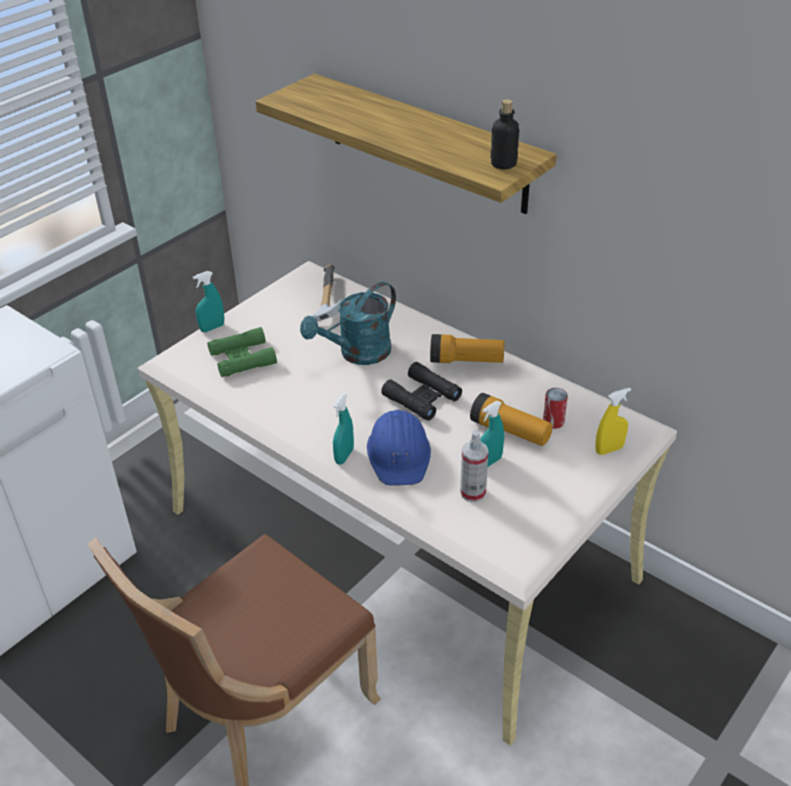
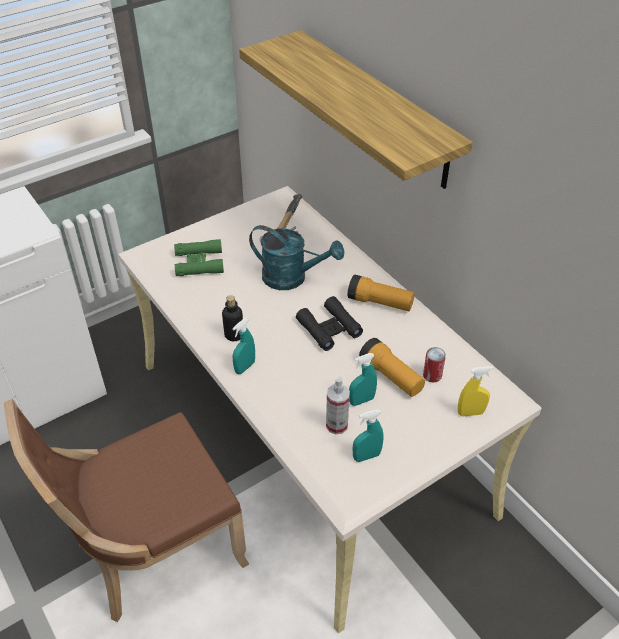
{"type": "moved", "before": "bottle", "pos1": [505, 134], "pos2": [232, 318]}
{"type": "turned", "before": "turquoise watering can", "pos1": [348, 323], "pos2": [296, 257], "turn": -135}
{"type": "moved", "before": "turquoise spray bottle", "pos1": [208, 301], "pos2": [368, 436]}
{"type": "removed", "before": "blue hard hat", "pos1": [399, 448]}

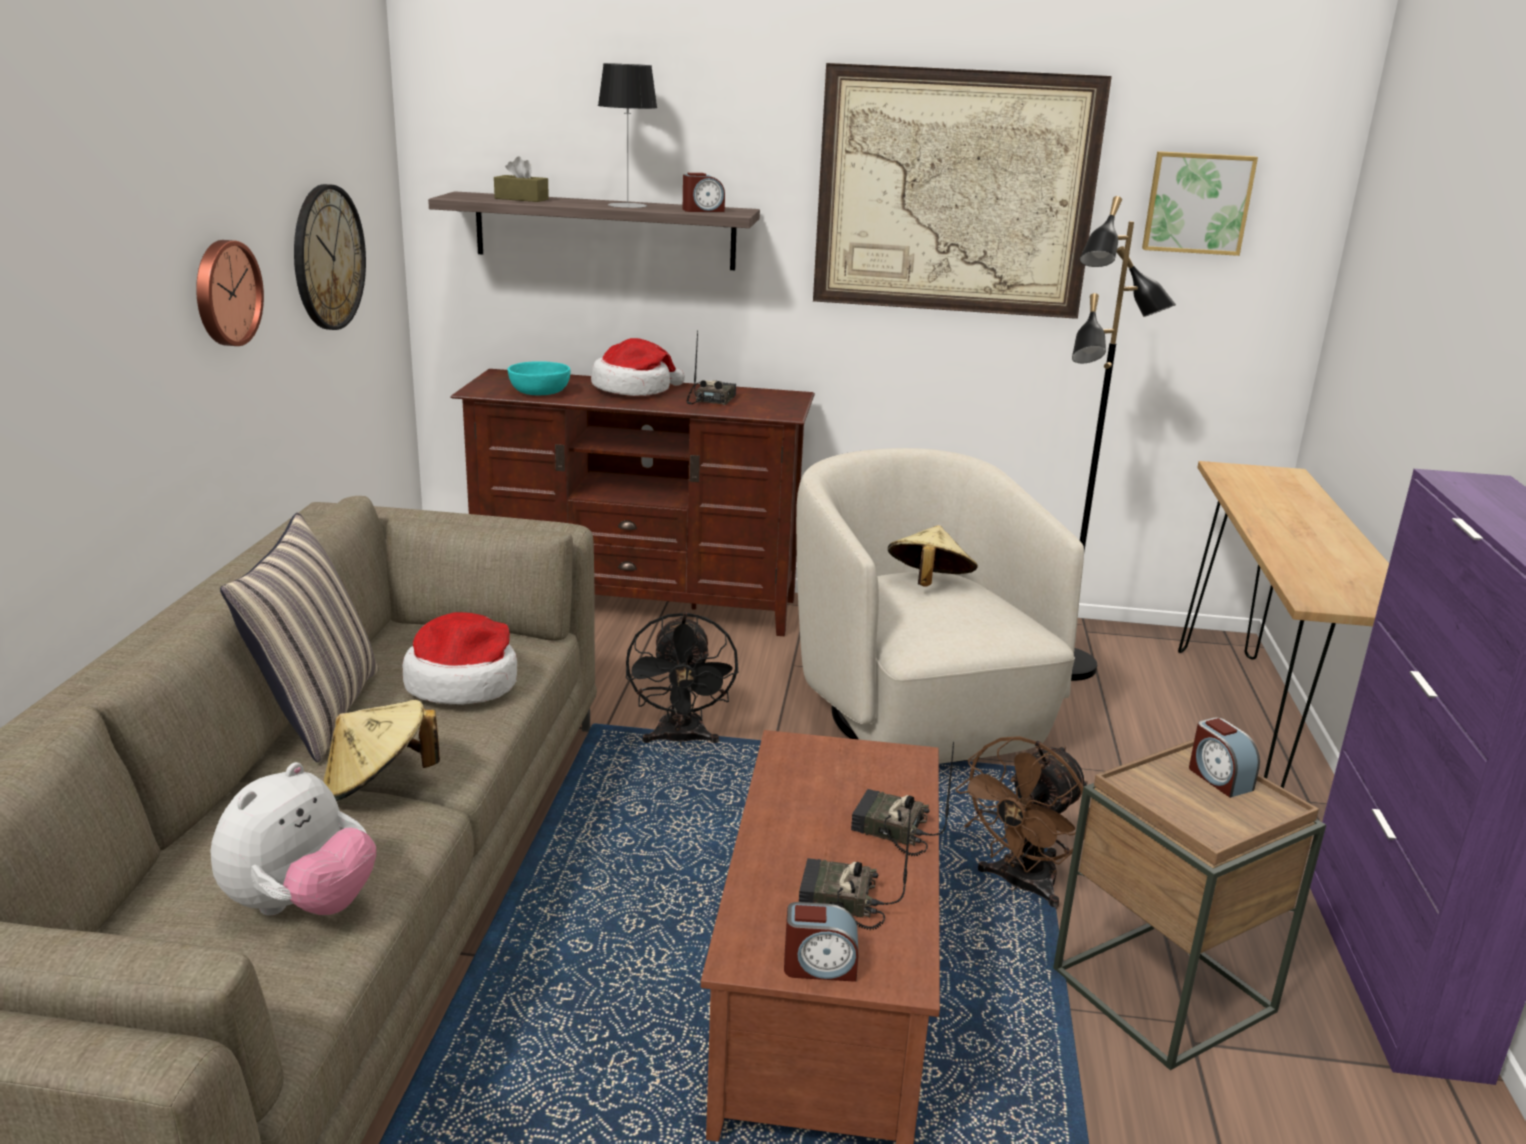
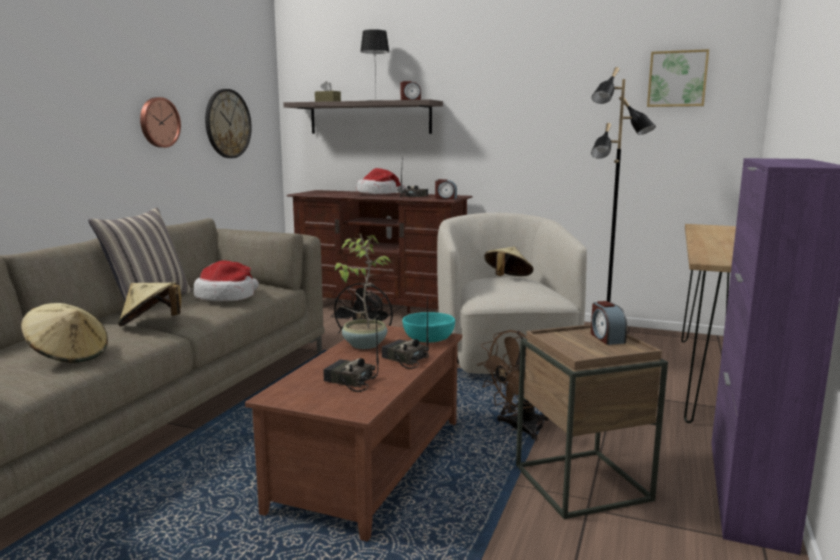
{"type": "replaced", "before": "plush toy", "after": "beige hat", "pos1": [293, 839], "pos2": [64, 333]}
{"type": "added", "after": "potted plant", "pos2": [363, 291]}
{"type": "moved", "before": "turquoise bowl", "pos1": [539, 378], "pos2": [428, 327]}
{"type": "moved", "before": "alarm clock", "pos1": [821, 942], "pos2": [446, 189]}
{"type": "removed", "before": "picture", "pos1": [962, 191]}

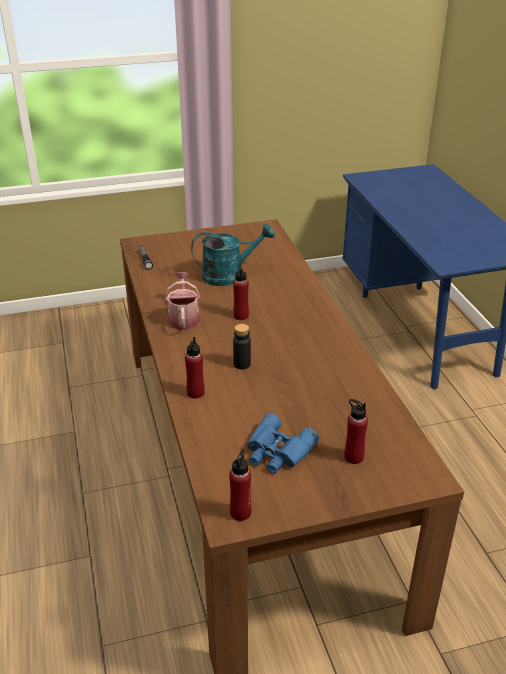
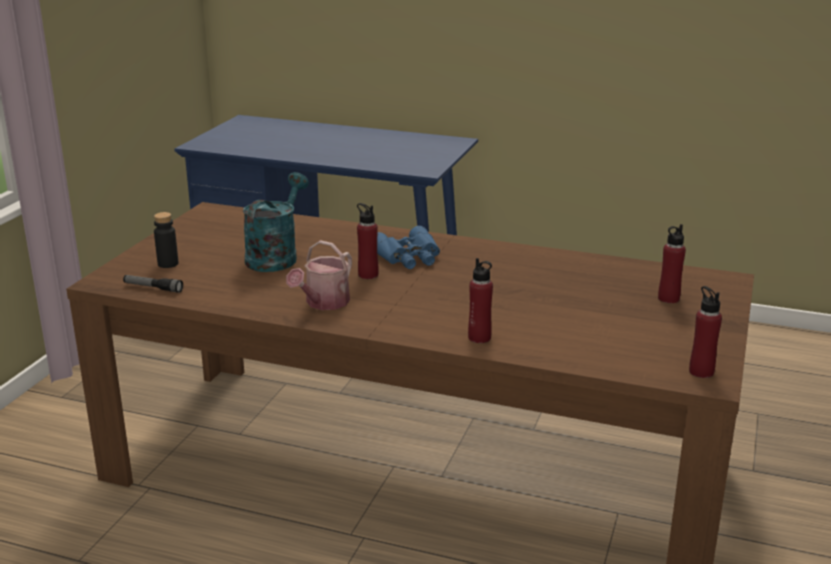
{"type": "moved", "before": "black bottle", "pos1": [242, 346], "pos2": [166, 240]}
{"type": "turned", "before": "watering can", "pos1": [182, 301], "pos2": [319, 275], "turn": -90}
{"type": "moved", "before": "blue binoculars", "pos1": [283, 443], "pos2": [408, 247]}

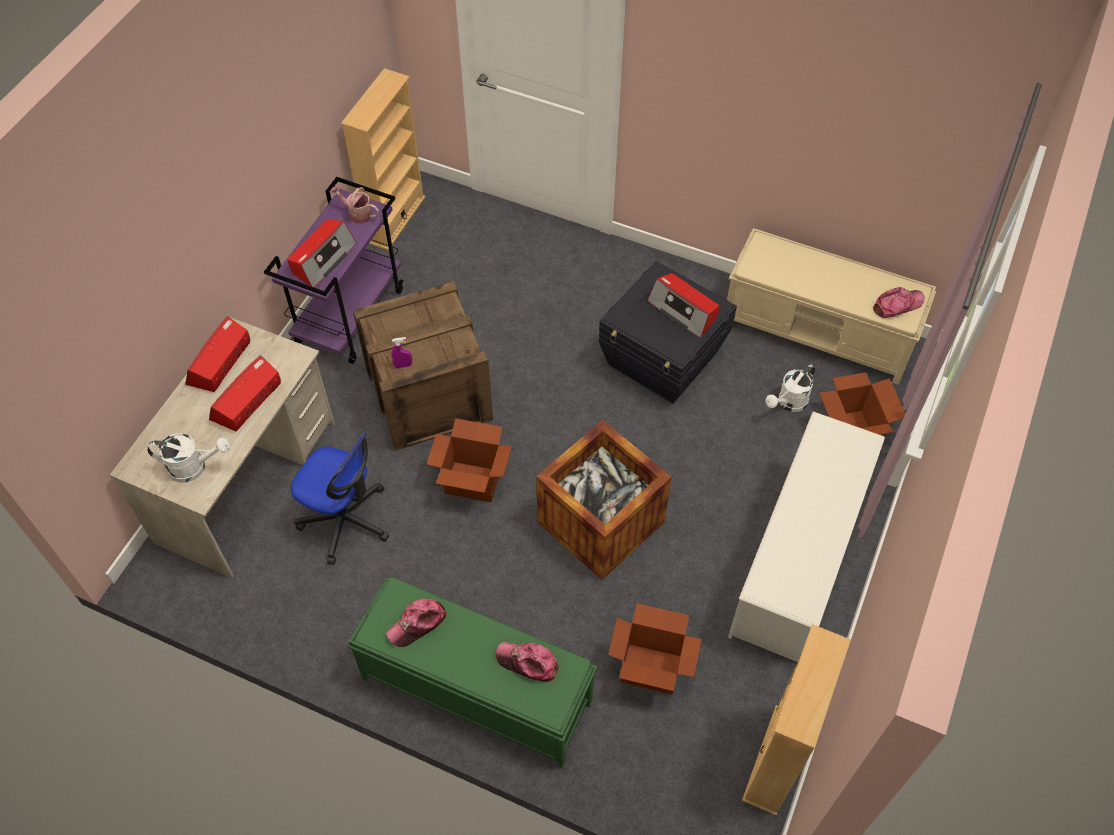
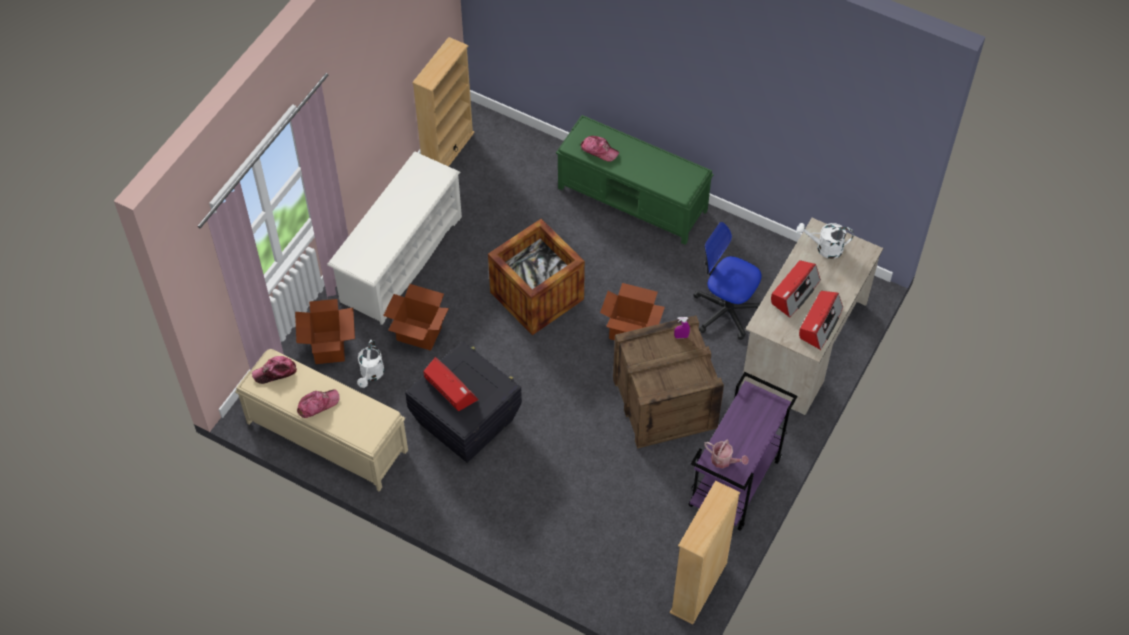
{"type": "moved", "before": "cap", "pos1": [416, 622], "pos2": [318, 403]}
{"type": "turned", "before": "white watering can", "pos1": [790, 388], "pos2": [371, 364], "turn": 135}
{"type": "moved", "before": "cardboard box", "pos1": [655, 648], "pos2": [416, 317]}
{"type": "removed", "before": "radio", "pos1": [322, 253]}

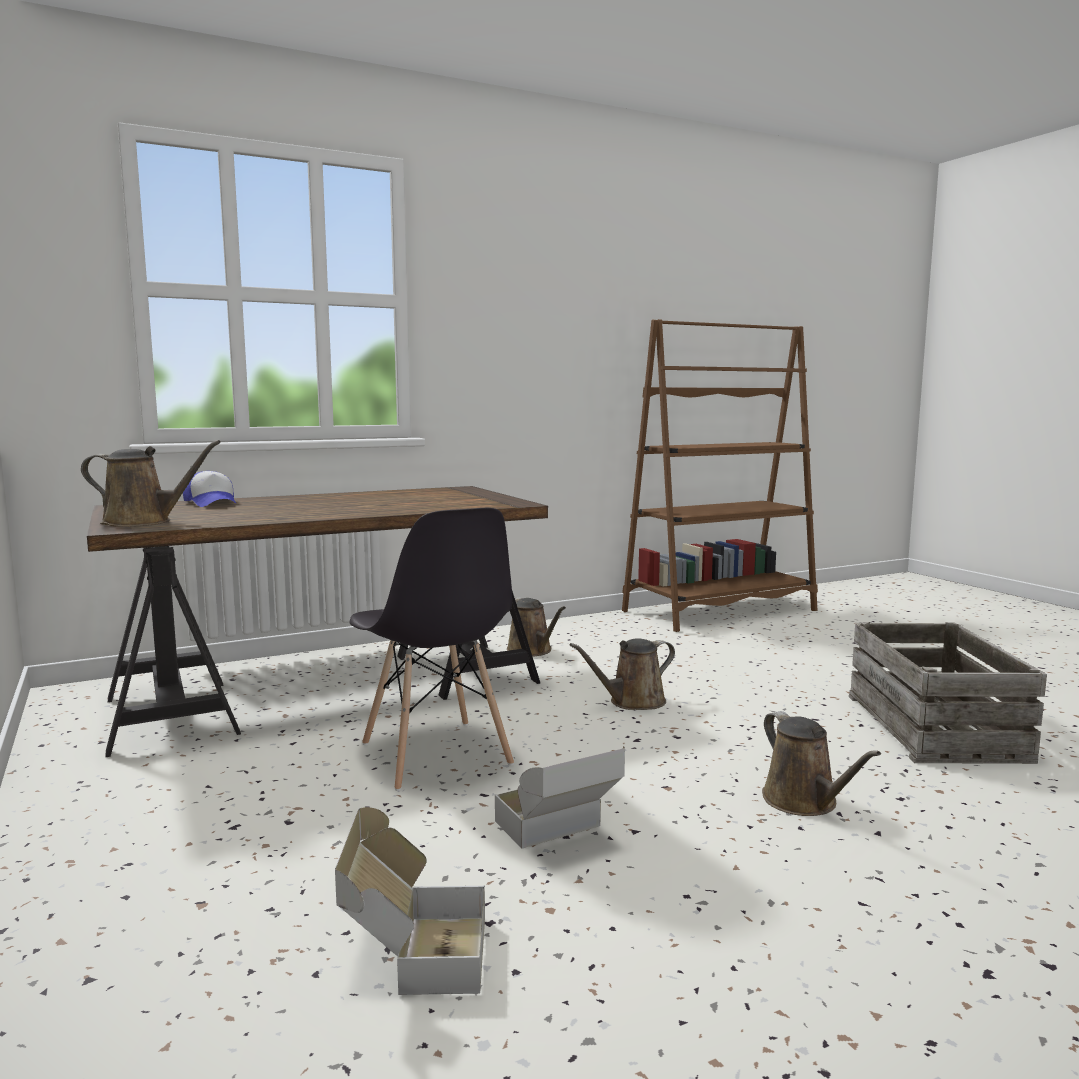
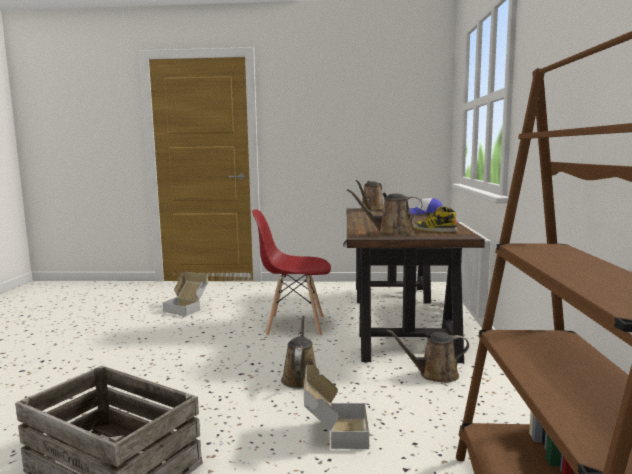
{"type": "recoloured", "before": "grey chair", "after": "red chair", "pos1": [431, 649], "pos2": [291, 272]}
{"type": "moved", "before": "cardboard box", "pos1": [560, 797], "pos2": [336, 407]}
{"type": "moved", "before": "brown watering can", "pos1": [821, 763], "pos2": [385, 212]}
{"type": "added", "after": "boot", "pos2": [435, 219]}

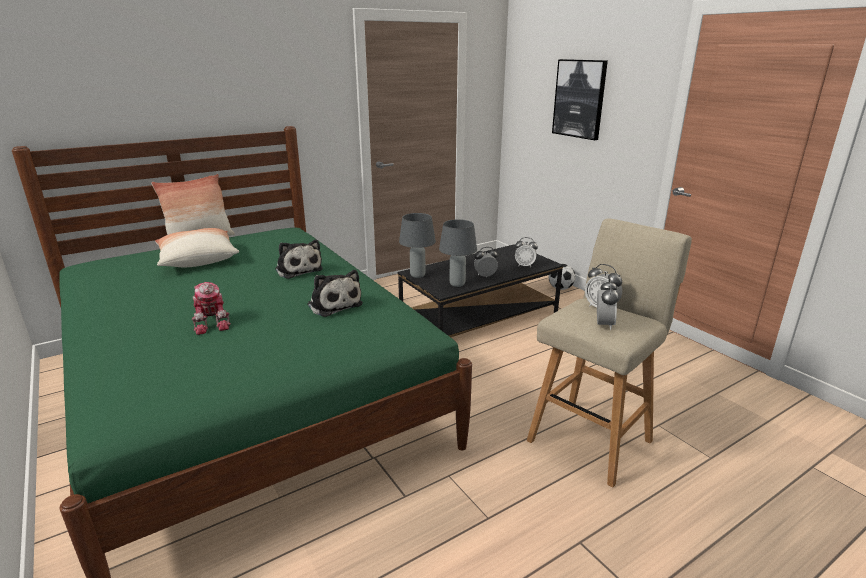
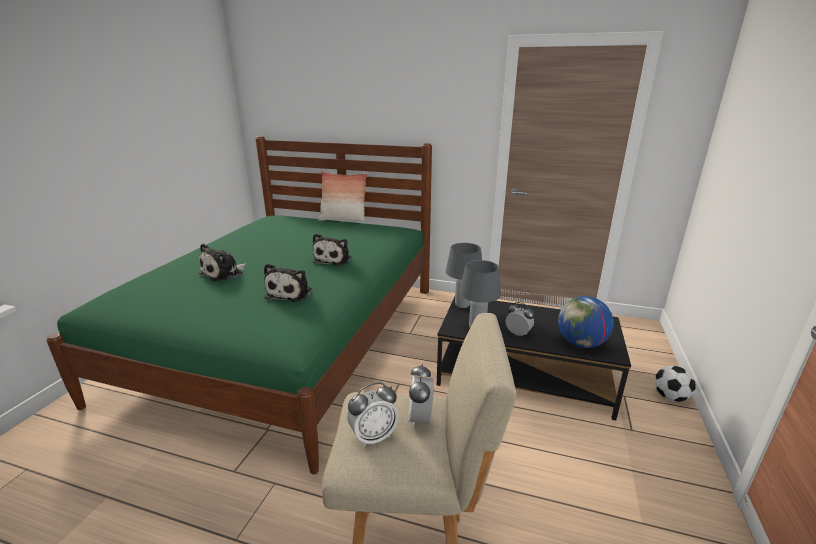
{"type": "replaced", "before": "toy robot", "after": "plush toy", "pos1": [211, 308], "pos2": [223, 262]}
{"type": "replaced", "before": "alarm clock", "after": "globe", "pos1": [526, 252], "pos2": [585, 322]}
{"type": "removed", "before": "pillow", "pos1": [197, 247]}
{"type": "removed", "before": "picture", "pos1": [580, 99]}

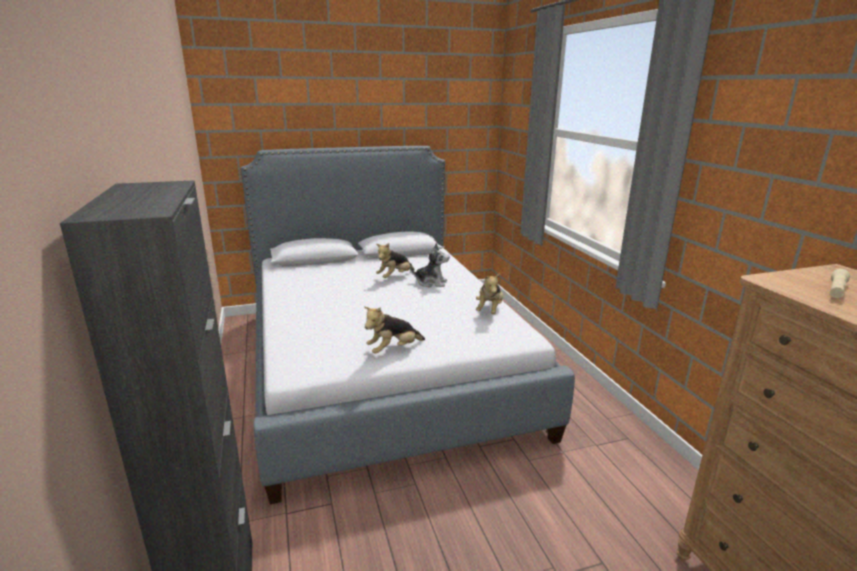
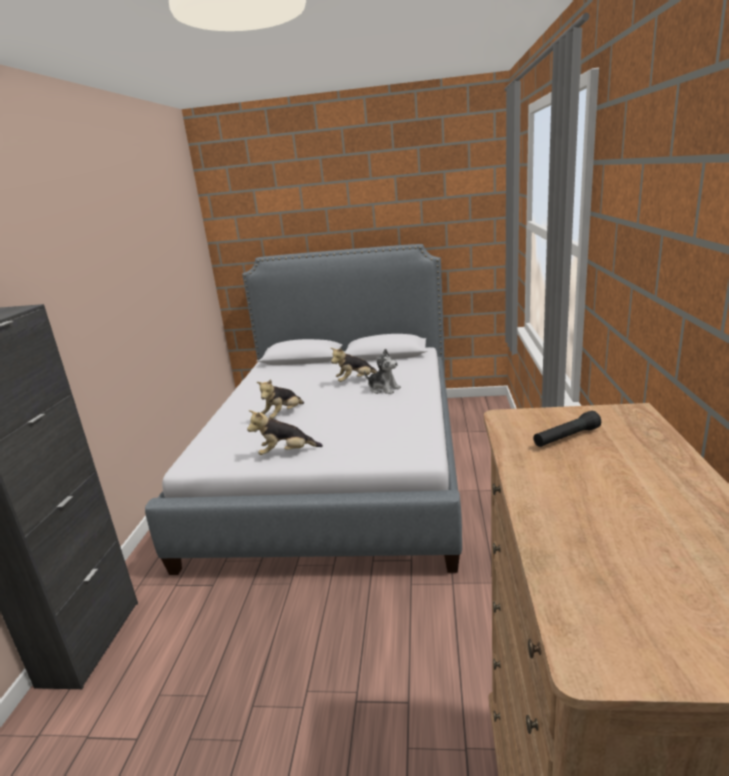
{"type": "moved", "before": "plush toy", "pos1": [489, 293], "pos2": [280, 399]}
{"type": "recoloured", "before": "beige flashlight", "after": "black flashlight", "pos1": [840, 283], "pos2": [567, 429]}

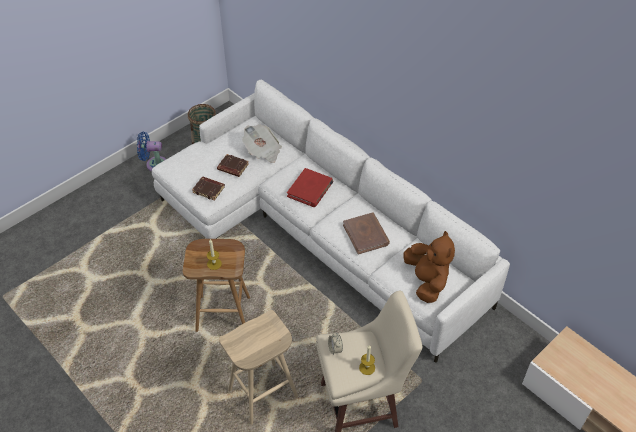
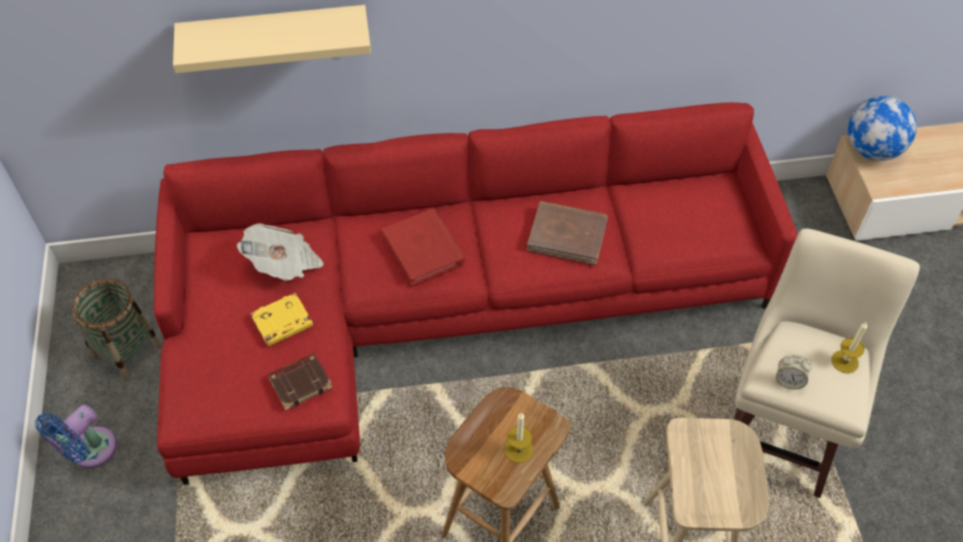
{"type": "recoloured", "before": "white sofa", "after": "red sofa", "pos1": [331, 221], "pos2": [476, 293]}
{"type": "added", "after": "beige shelf", "pos2": [272, 39]}
{"type": "recoloured", "before": "brown book", "after": "yellow book", "pos1": [233, 165], "pos2": [281, 319]}
{"type": "added", "after": "globe", "pos2": [882, 128]}
{"type": "removed", "before": "brown plush toy", "pos1": [429, 267]}

